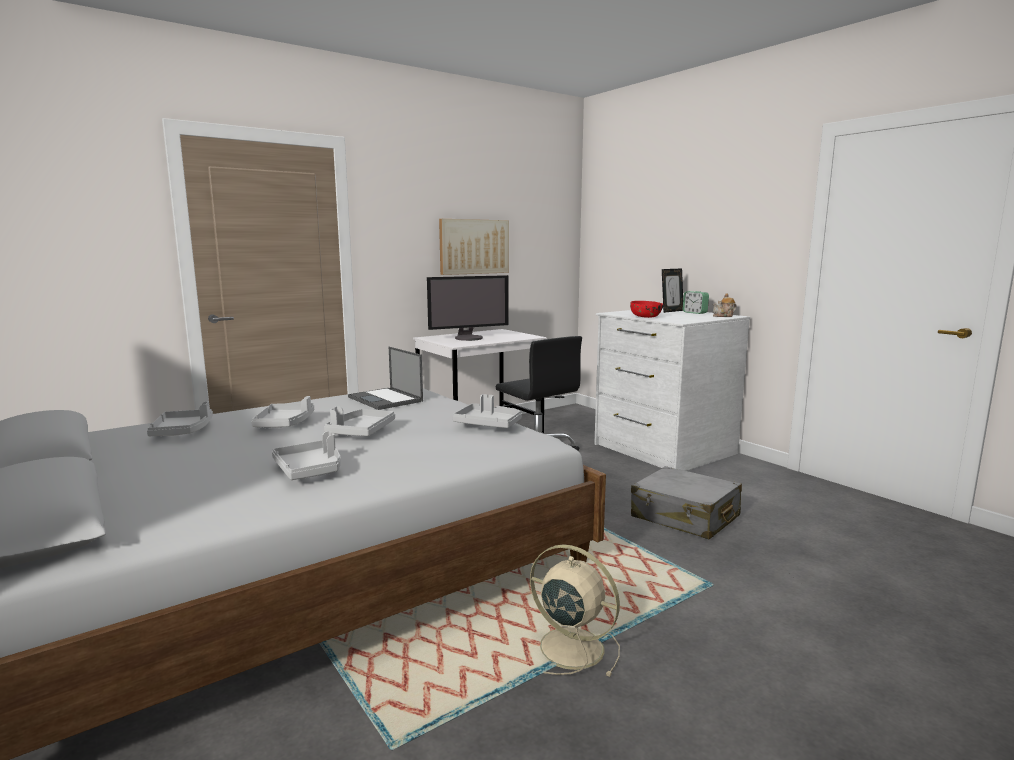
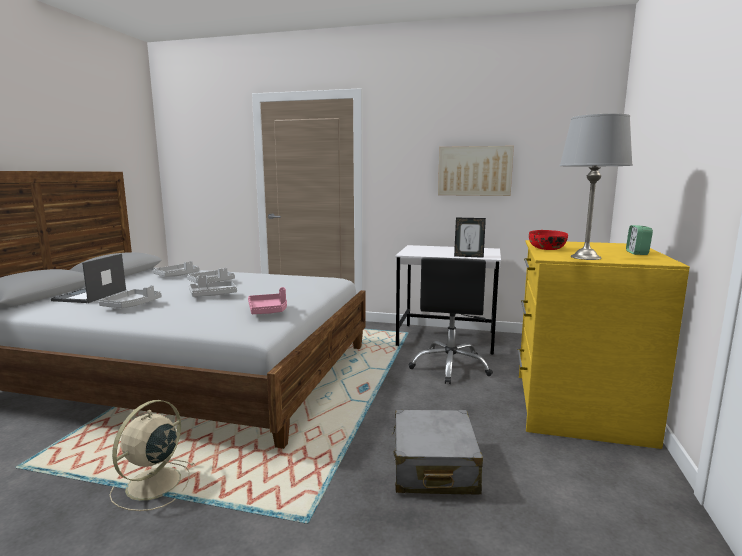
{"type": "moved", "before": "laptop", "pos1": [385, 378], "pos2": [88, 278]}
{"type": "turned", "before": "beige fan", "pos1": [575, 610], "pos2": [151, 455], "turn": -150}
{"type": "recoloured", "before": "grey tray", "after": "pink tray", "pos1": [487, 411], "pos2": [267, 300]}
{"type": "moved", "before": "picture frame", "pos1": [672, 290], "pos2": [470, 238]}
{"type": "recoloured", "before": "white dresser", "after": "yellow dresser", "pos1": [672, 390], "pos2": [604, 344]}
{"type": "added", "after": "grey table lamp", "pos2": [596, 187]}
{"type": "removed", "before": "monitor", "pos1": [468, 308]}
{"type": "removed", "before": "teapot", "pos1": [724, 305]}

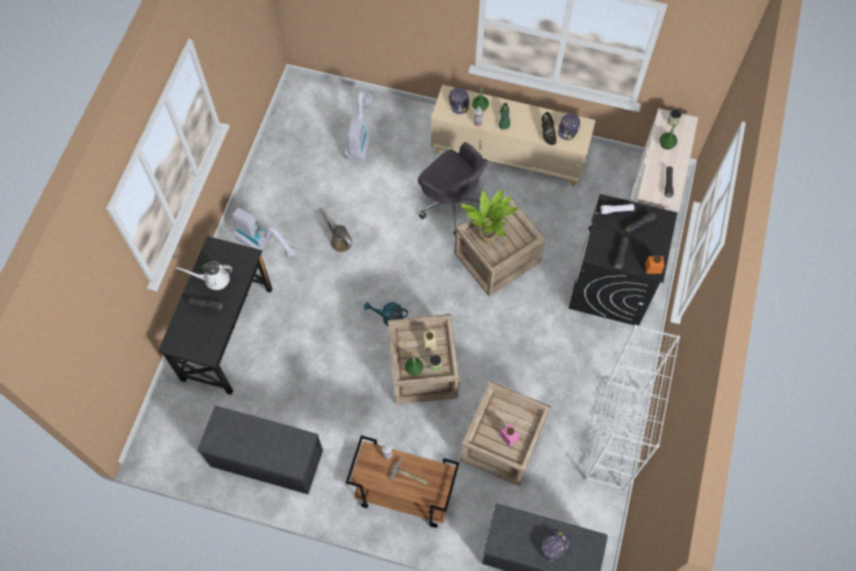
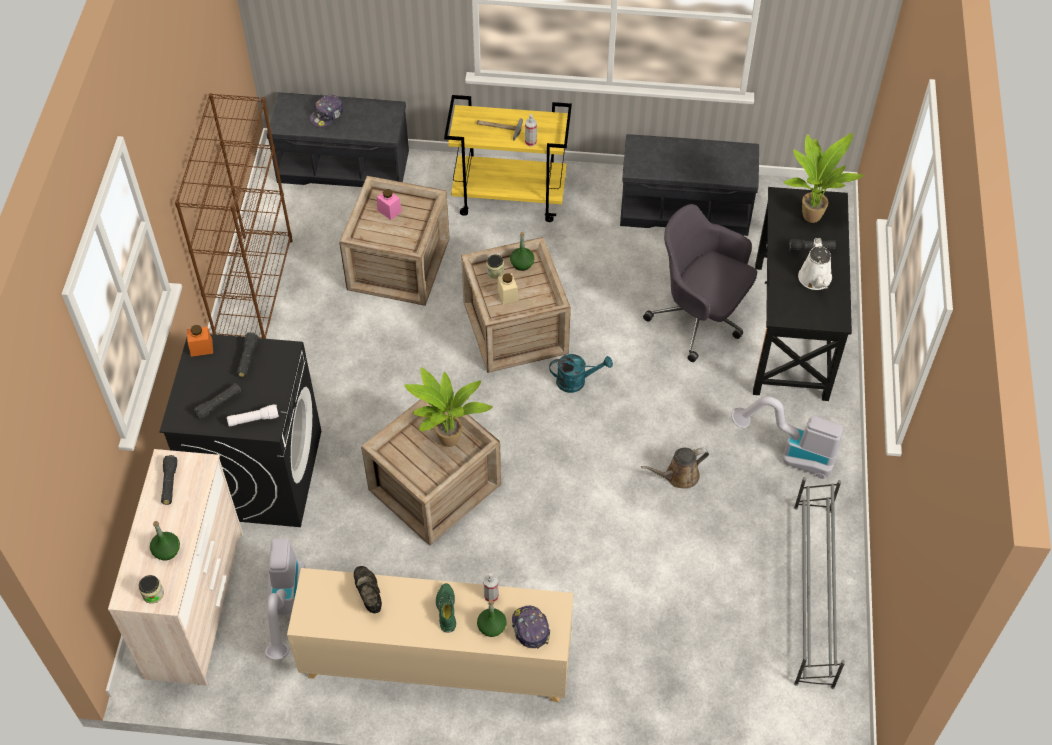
{"type": "recoloured", "before": "white bookcase", "after": "brown bookcase", "pos1": [632, 408], "pos2": [234, 216]}
{"type": "moved", "before": "vacuum cleaner", "pos1": [358, 125], "pos2": [285, 599]}
{"type": "recoloured", "before": "brown cart", "after": "yellow cart", "pos1": [402, 481], "pos2": [508, 158]}
{"type": "turned", "before": "brown watering can", "pos1": [336, 230], "pos2": [675, 468], "turn": 120}
{"type": "moved", "before": "grey office chair", "pos1": [453, 188], "pos2": [700, 283]}
{"type": "added", "after": "potted plant", "pos2": [824, 178]}
{"type": "added", "after": "grey shoe rack", "pos2": [819, 583]}
{"type": "turned", "before": "white watering can", "pos1": [203, 275], "pos2": [815, 264], "turn": 105}
{"type": "removed", "before": "cap", "pos1": [569, 126]}

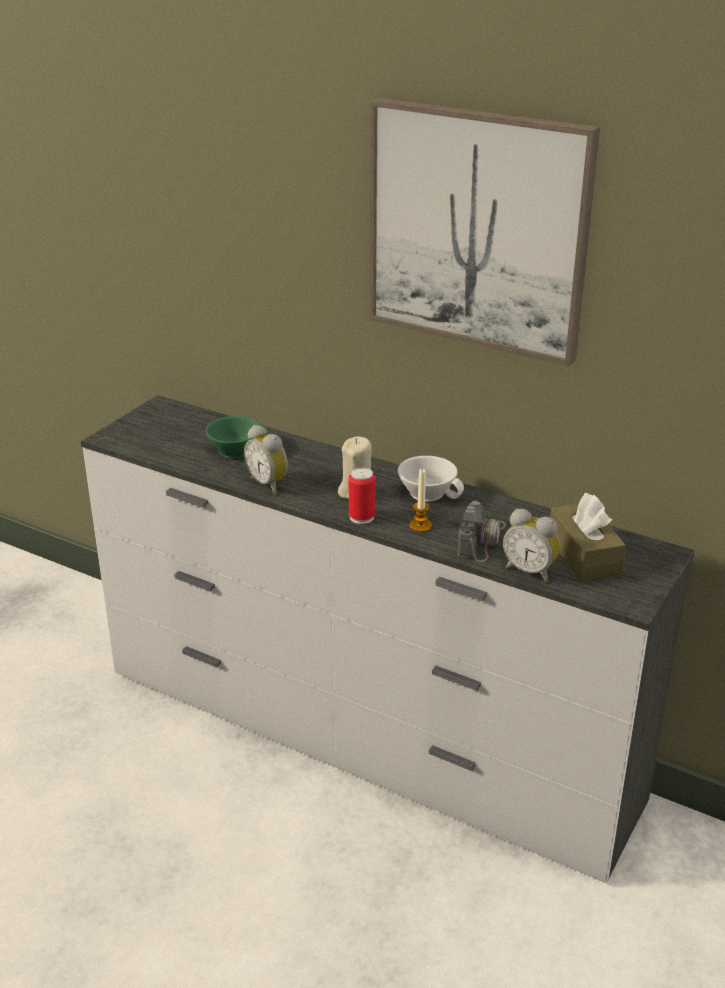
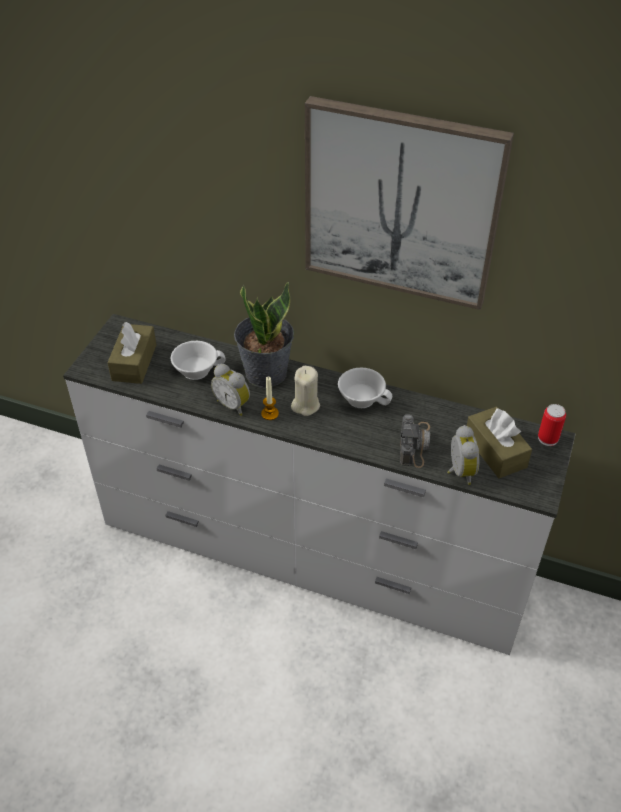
{"type": "added", "after": "brown tissue box", "pos2": [132, 353]}
{"type": "recoloured", "before": "green cup", "after": "white cup", "pos1": [238, 437], "pos2": [198, 360]}
{"type": "added", "after": "potted plant", "pos2": [264, 335]}
{"type": "moved", "before": "candle", "pos1": [420, 500], "pos2": [270, 398]}
{"type": "turned", "before": "alarm clock", "pos1": [531, 545], "pos2": [463, 455], "turn": -120}
{"type": "moved", "before": "can", "pos1": [362, 496], "pos2": [552, 425]}

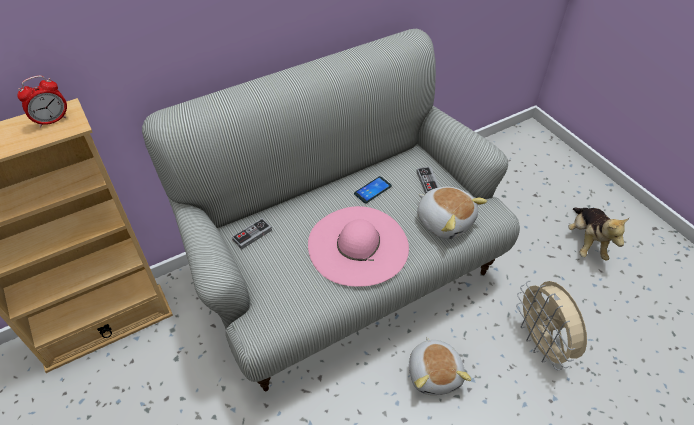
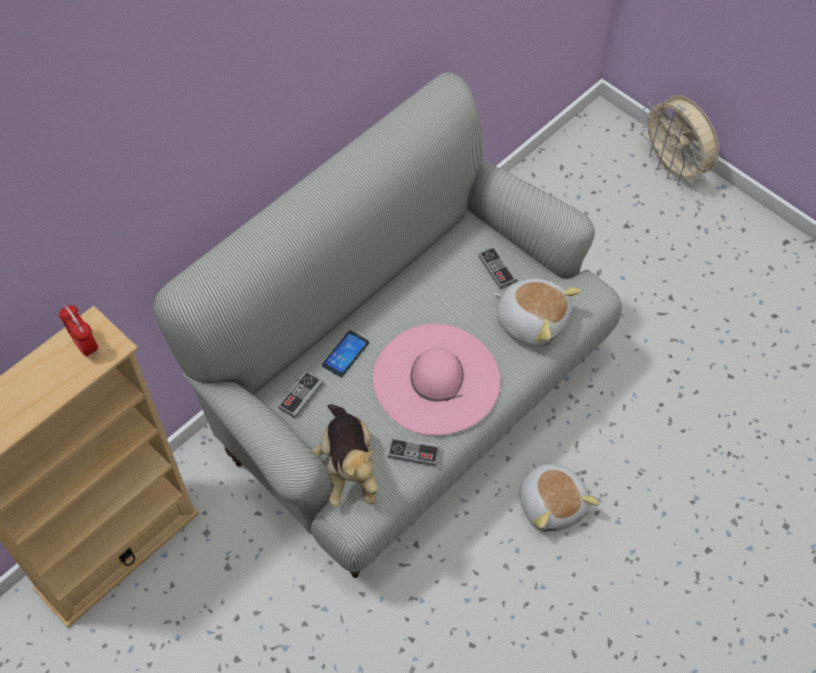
{"type": "turned", "before": "alarm clock", "pos1": [42, 102], "pos2": [78, 331], "turn": 105}
{"type": "moved", "before": "plush toy", "pos1": [599, 234], "pos2": [345, 455]}
{"type": "moved", "before": "phone", "pos1": [373, 189], "pos2": [345, 354]}
{"type": "added", "after": "game controller", "pos2": [414, 451]}
{"type": "moved", "before": "beige fan", "pos1": [551, 325], "pos2": [679, 140]}

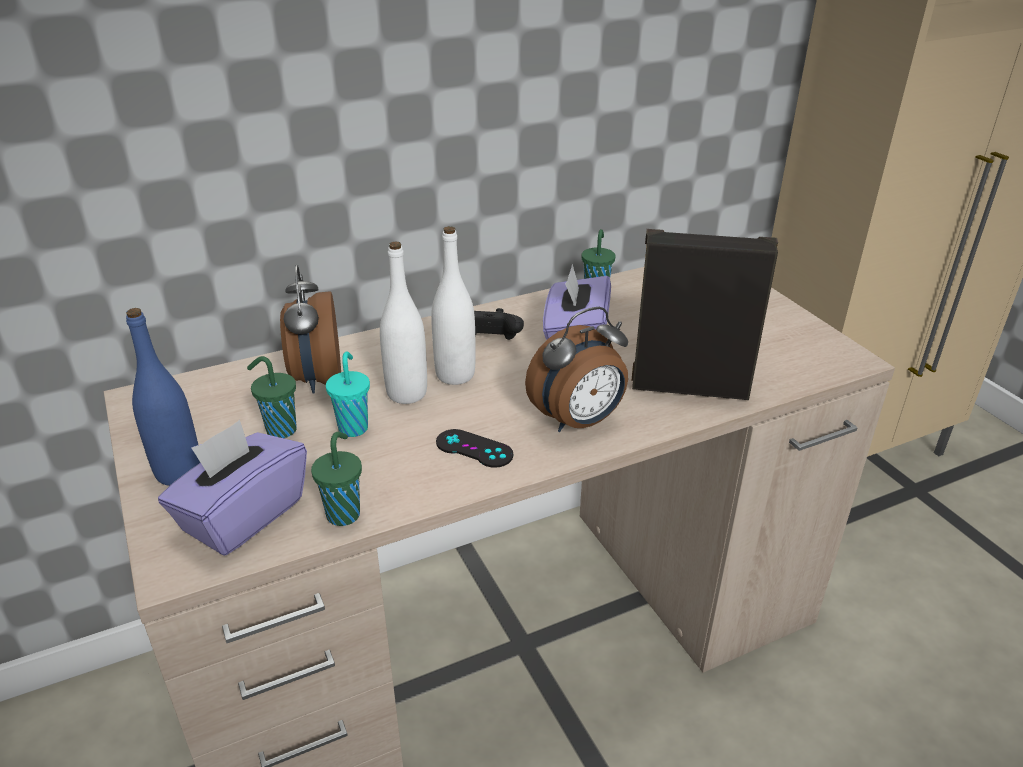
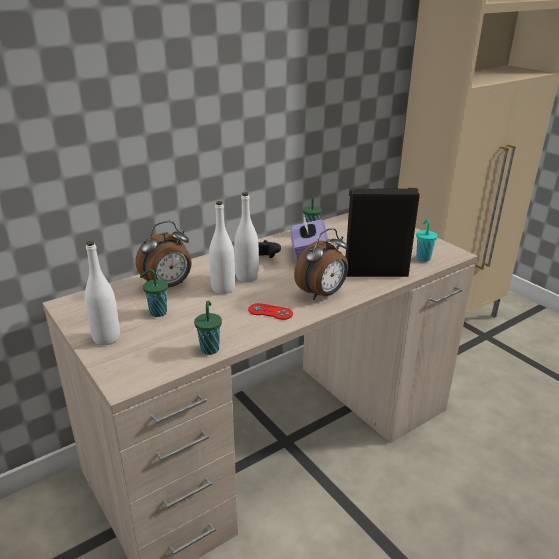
{"type": "recoloured", "before": "blue bottle", "after": "white bottle", "pos1": [163, 397], "pos2": [102, 293]}
{"type": "turned", "before": "alarm clock", "pos1": [310, 329], "pos2": [164, 254], "turn": -105}
{"type": "recoloured", "before": "black game controller", "after": "red game controller", "pos1": [474, 448], "pos2": [270, 311]}
{"type": "moved", "before": "turquoise cup", "pos1": [348, 394], "pos2": [427, 240]}
{"type": "removed", "before": "purple tissue box", "pos1": [232, 488]}

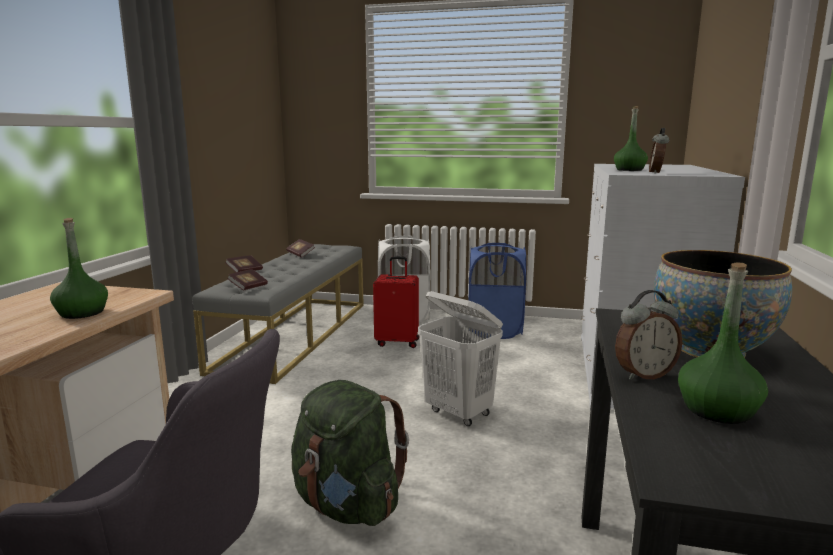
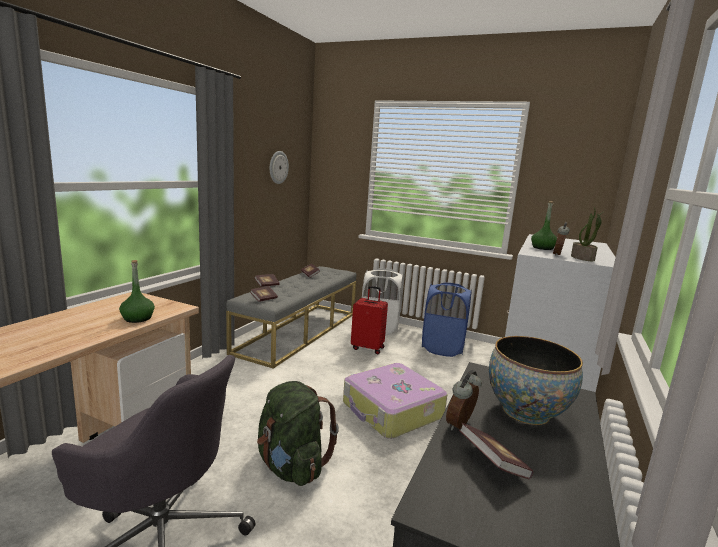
{"type": "added", "after": "wall clock", "pos2": [279, 167]}
{"type": "replaced", "before": "white laundry basket", "after": "suitcase", "pos1": [460, 358], "pos2": [395, 401]}
{"type": "turned", "before": "alarm clock", "pos1": [648, 335], "pos2": [464, 400], "turn": 135}
{"type": "replaced", "before": "green bottle", "after": "book", "pos1": [723, 343], "pos2": [496, 451]}
{"type": "added", "after": "potted plant", "pos2": [587, 234]}

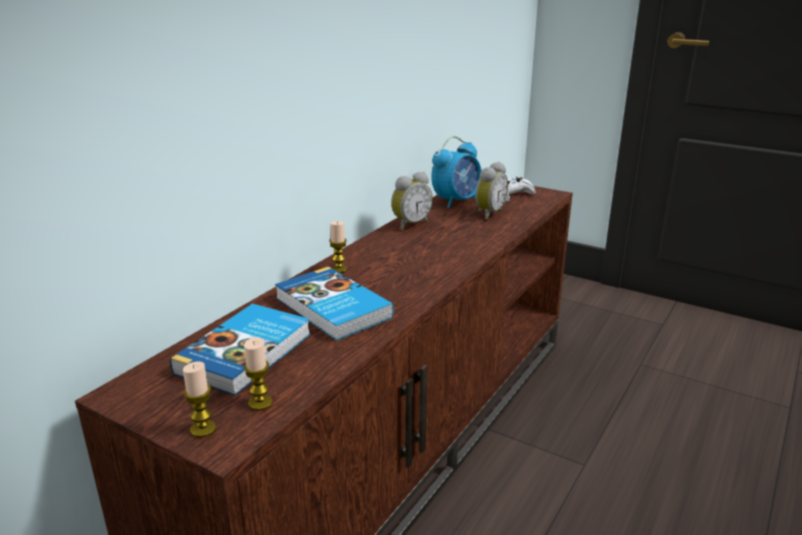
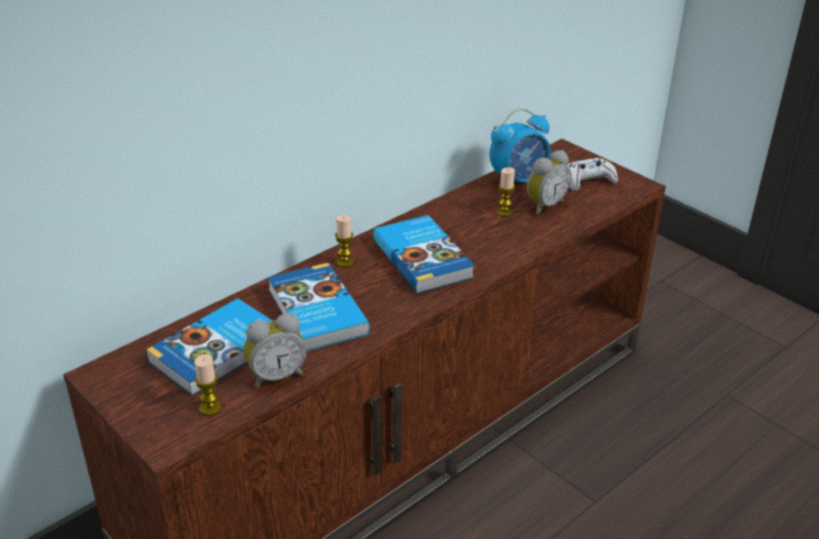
{"type": "moved", "before": "alarm clock", "pos1": [412, 201], "pos2": [275, 350]}
{"type": "added", "after": "book", "pos2": [424, 254]}
{"type": "moved", "before": "candle", "pos1": [199, 400], "pos2": [506, 192]}

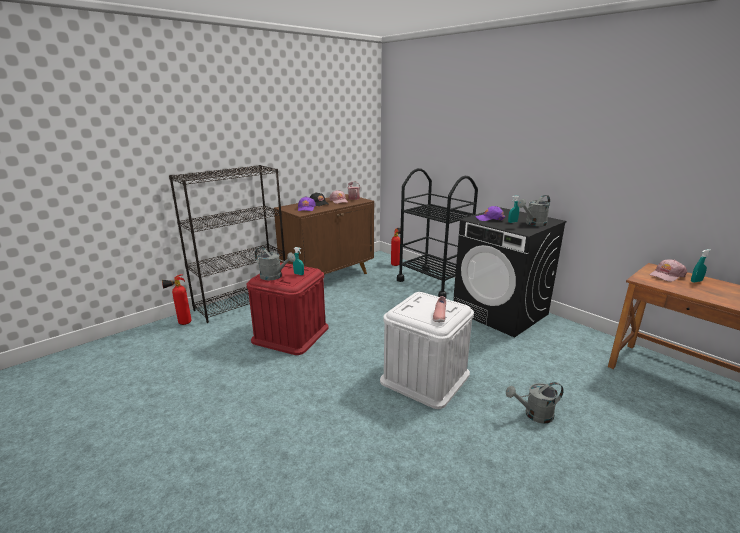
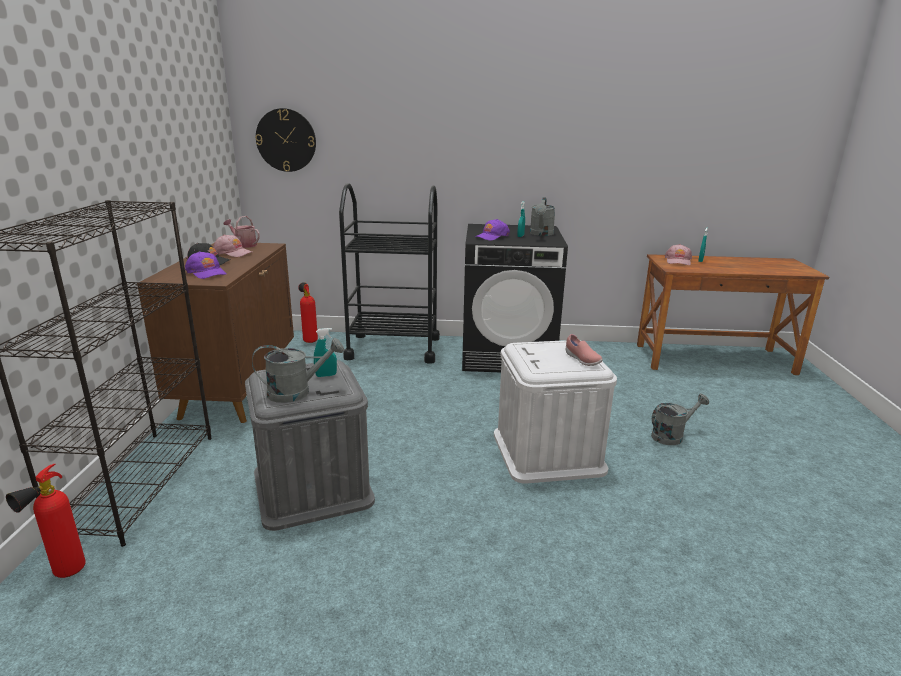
{"type": "recoloured", "before": "red storage box", "after": "grey storage box", "pos1": [287, 309], "pos2": [310, 445]}
{"type": "added", "after": "wall clock", "pos2": [285, 140]}
{"type": "turned", "before": "grey watering can", "pos1": [535, 403], "pos2": [680, 419], "turn": -150}

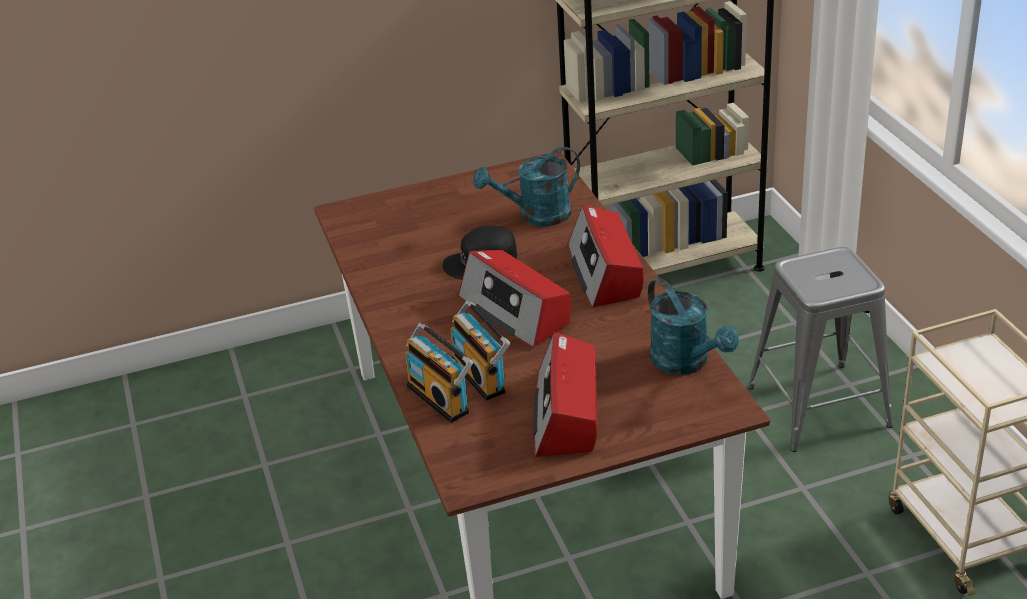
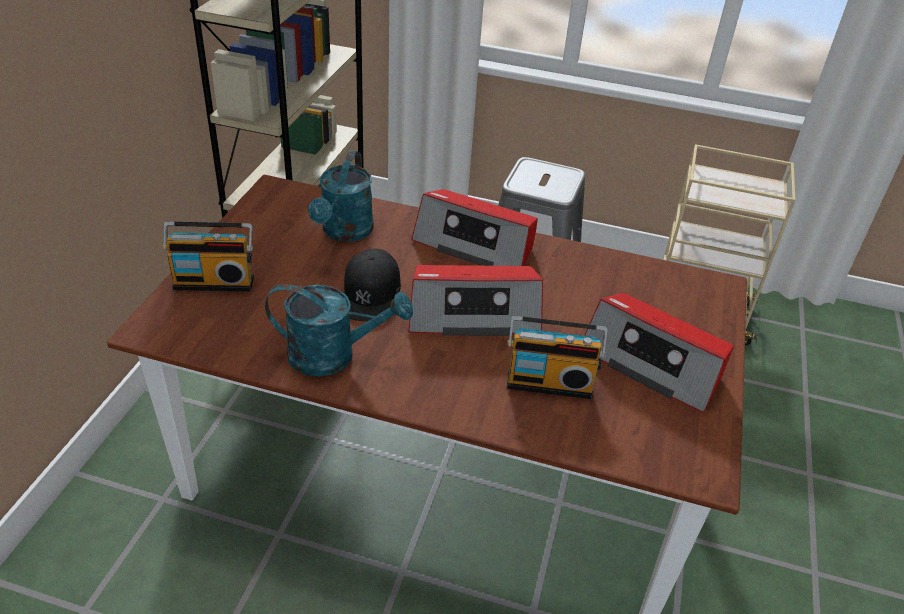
{"type": "moved", "before": "radio", "pos1": [439, 373], "pos2": [208, 256]}
{"type": "moved", "before": "turquoise watering can", "pos1": [693, 326], "pos2": [339, 330]}

